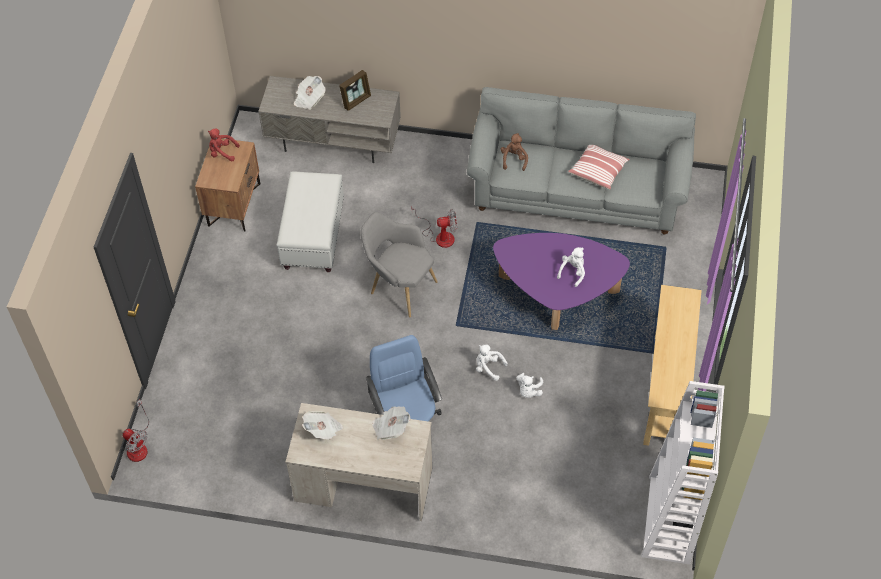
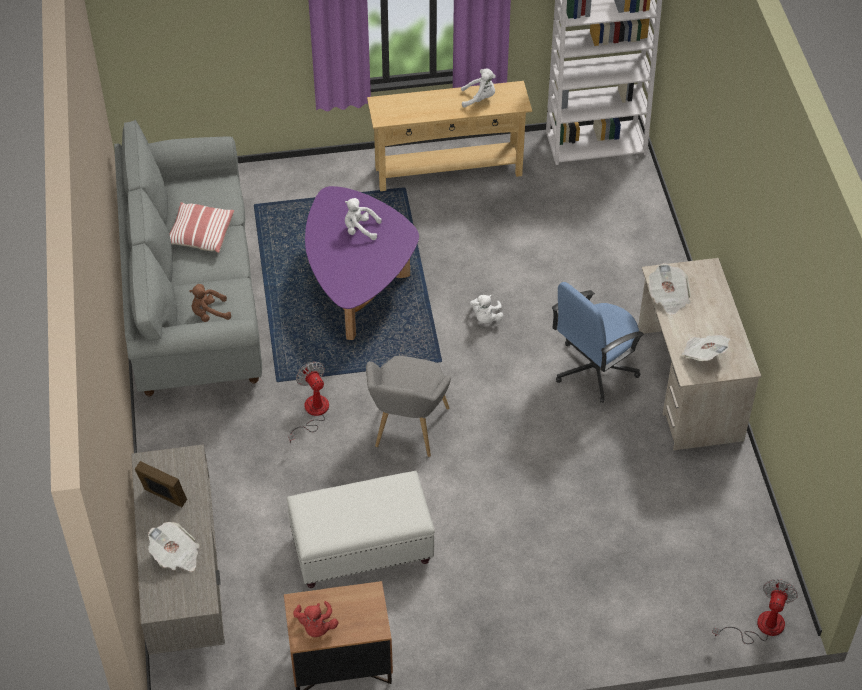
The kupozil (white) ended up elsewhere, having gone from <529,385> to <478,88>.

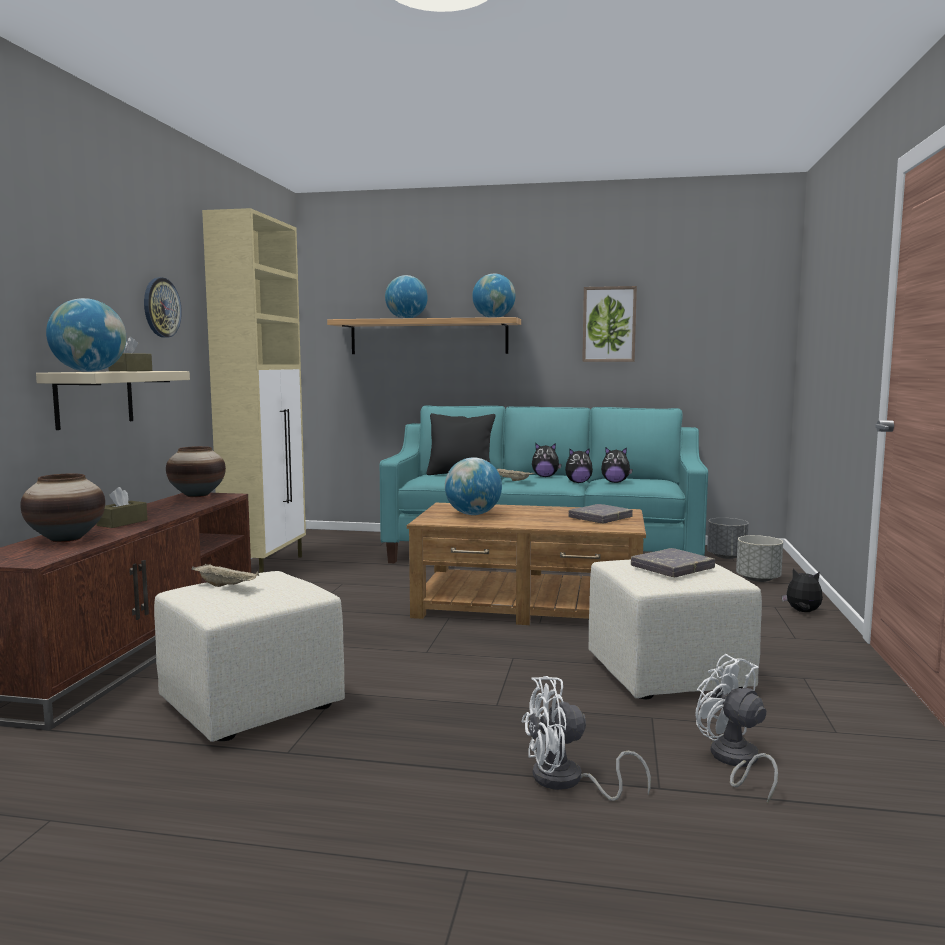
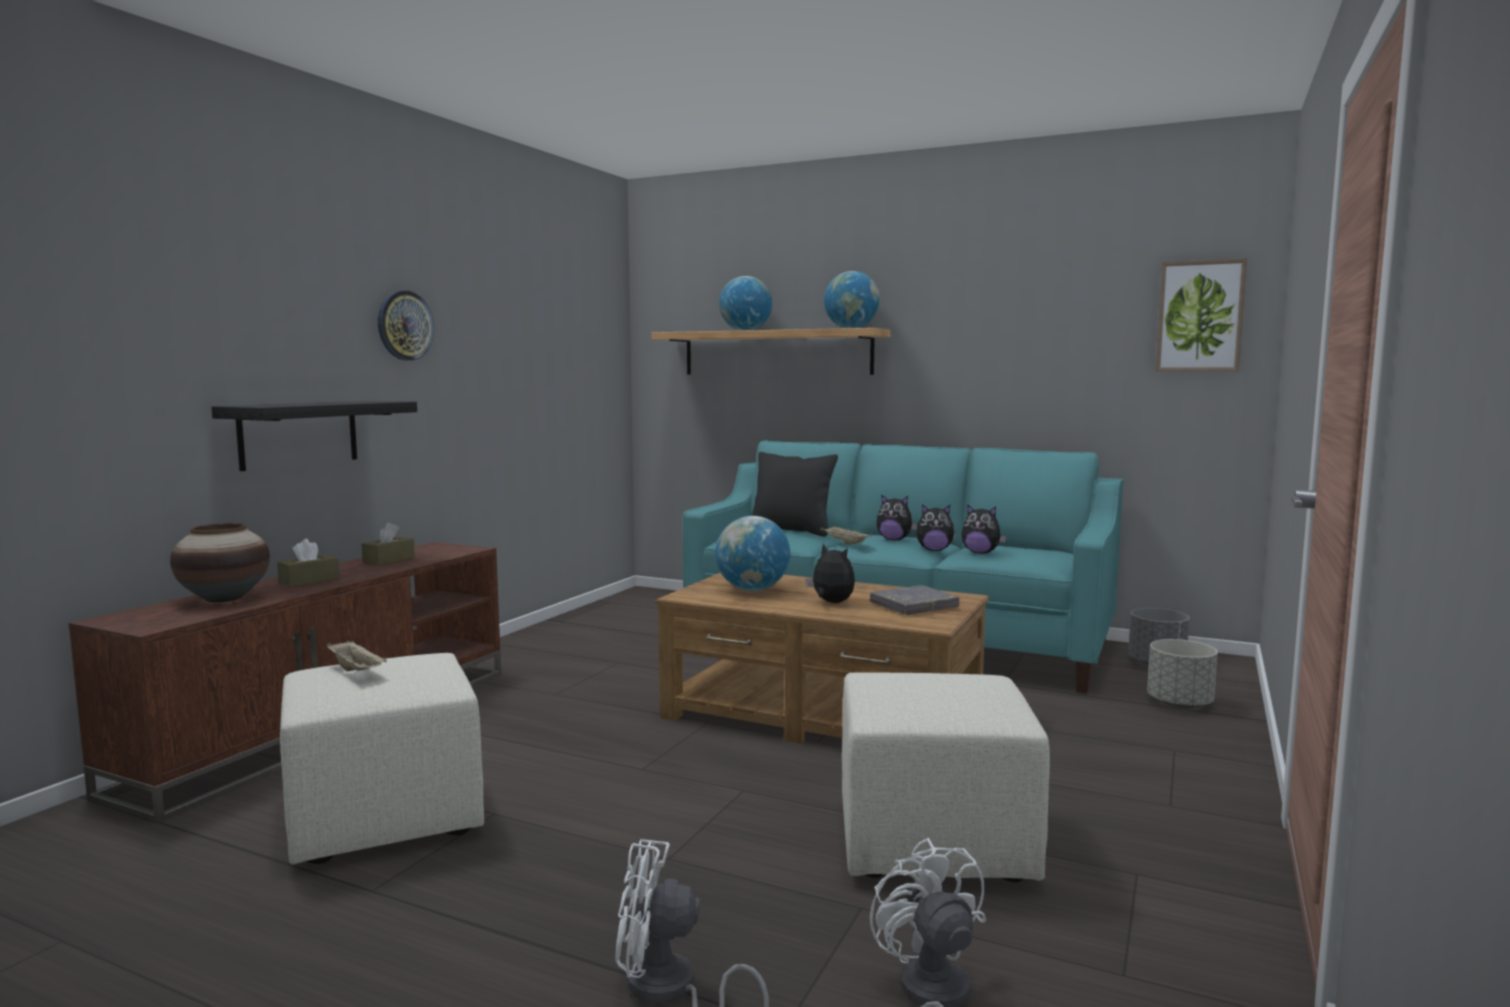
The second view lost the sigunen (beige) at <254,390>.
The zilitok ended up elsewhere, having gone from <609,324> to <1201,315>.
The second view lost the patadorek at <86,335>.
The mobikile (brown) ended up elsewhere, having gone from <130,354> to <388,543>.
What was the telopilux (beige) at <113,400> turned into the telopilux (black) at <314,436>.
The second view lost the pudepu at <196,471>.
The second view lost the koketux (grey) at <673,562>.
The kupozil ended up elsewhere, having gone from <802,590> to <830,573>.

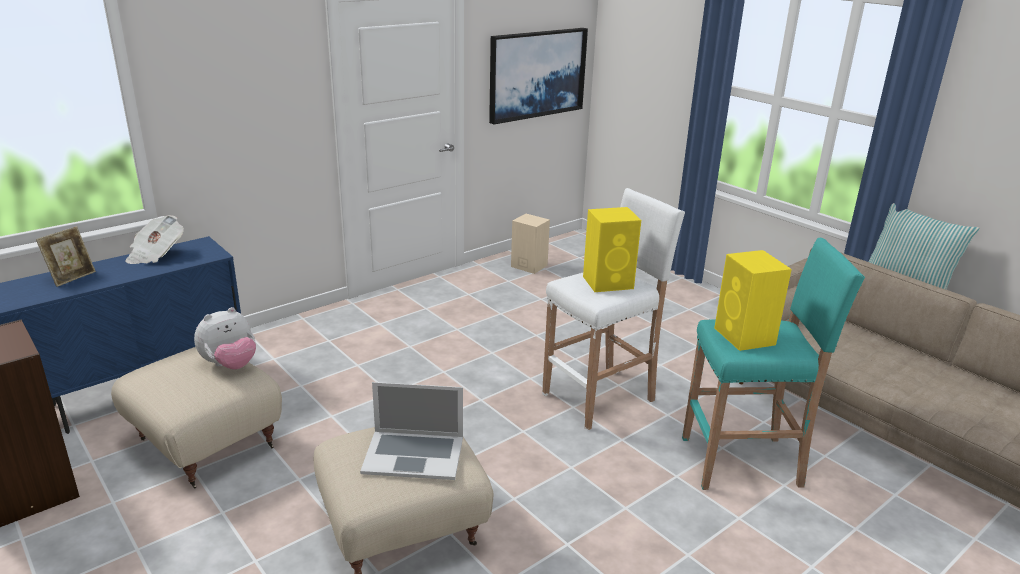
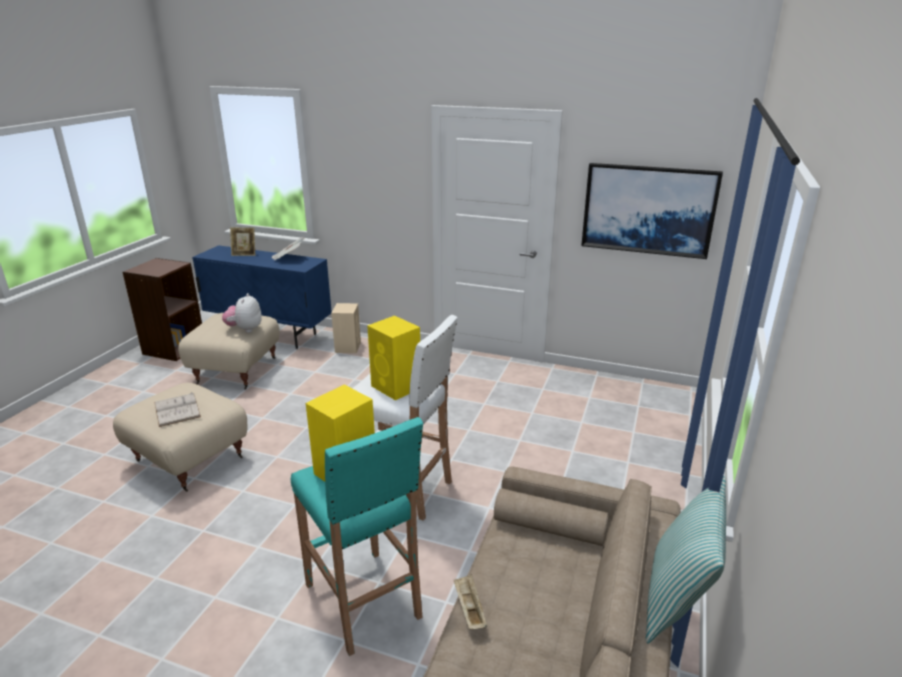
The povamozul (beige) ended up elsewhere, having gone from <530,244> to <346,328>.
The kupozil at <225,338> ended up facing another way, 75 degrees clockwise from before.
Where the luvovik stood at <411,431>, the koketux (white) came to stand at <178,409>.
The second view gained the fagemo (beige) at <470,601>.

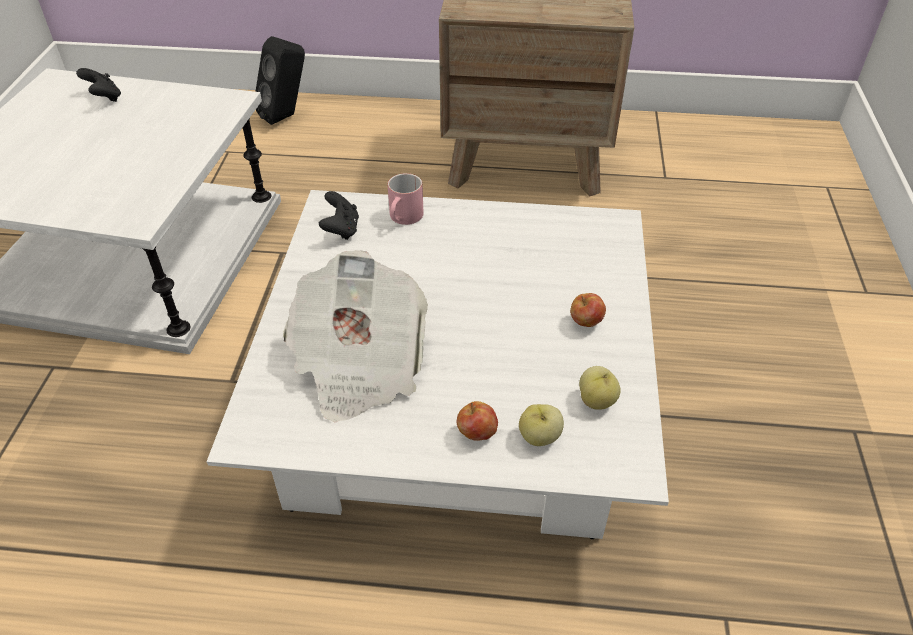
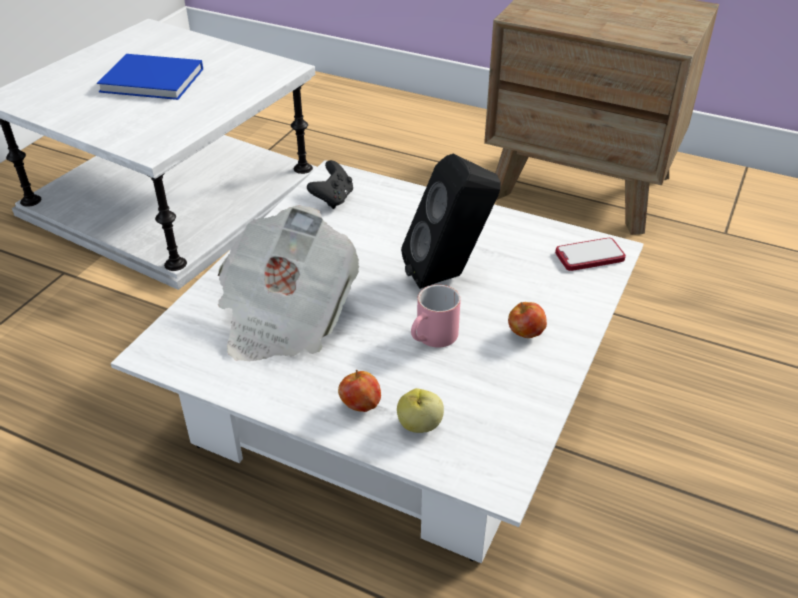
The povamozul (black) ended up elsewhere, having gone from <280,80> to <451,221>.
The second view lost the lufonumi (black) at <98,85>.
The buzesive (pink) ended up elsewhere, having gone from <406,199> to <436,316>.
The second view lost the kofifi at <600,388>.
The second view gained the koketux (blue) at <150,77>.
The second view gained the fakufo at <590,254>.

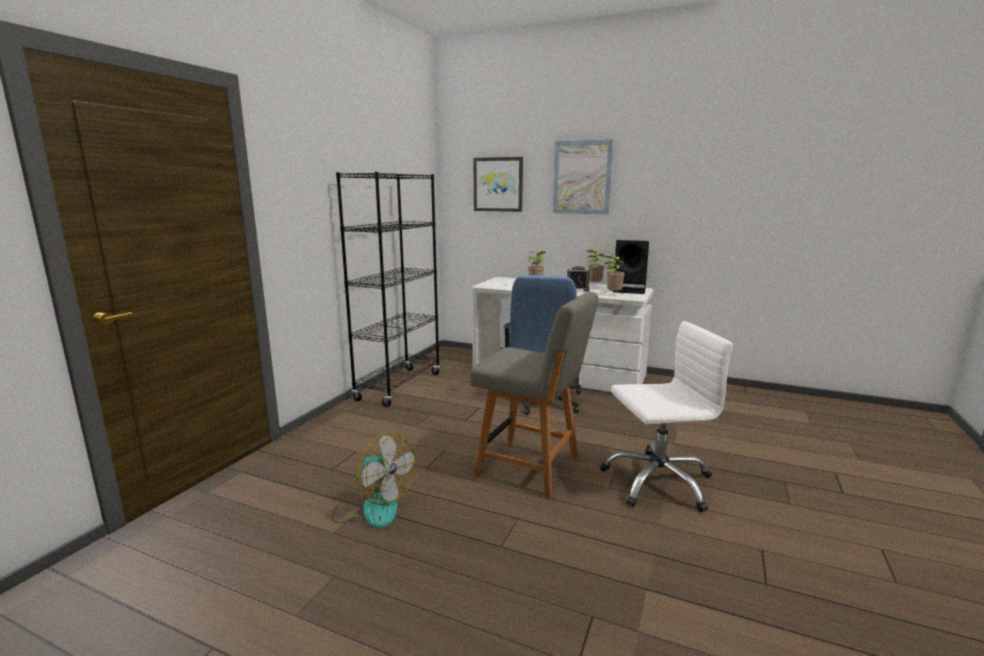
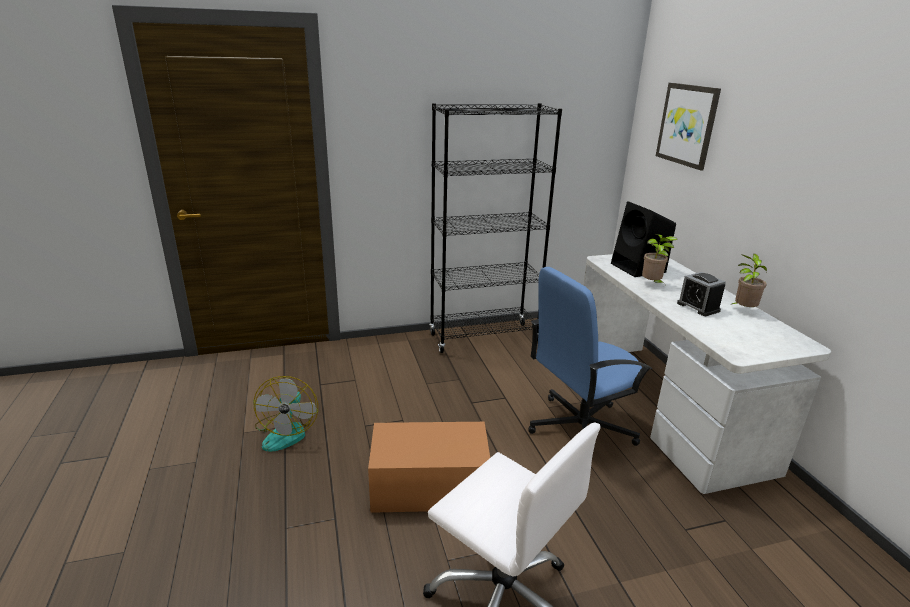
The second view lost the zilitok at <583,176>.
The povamozul (black) ended up elsewhere, having gone from <631,267> to <643,239>.
The second view lost the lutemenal at <614,273>.
Where the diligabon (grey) stood at <534,394>, the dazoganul came to stand at <429,467>.

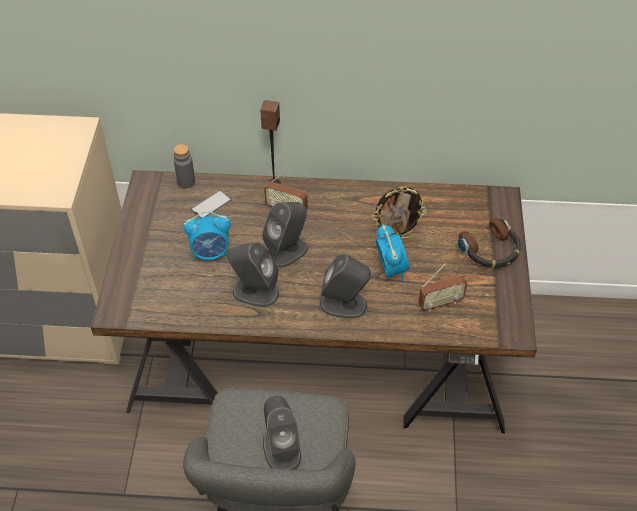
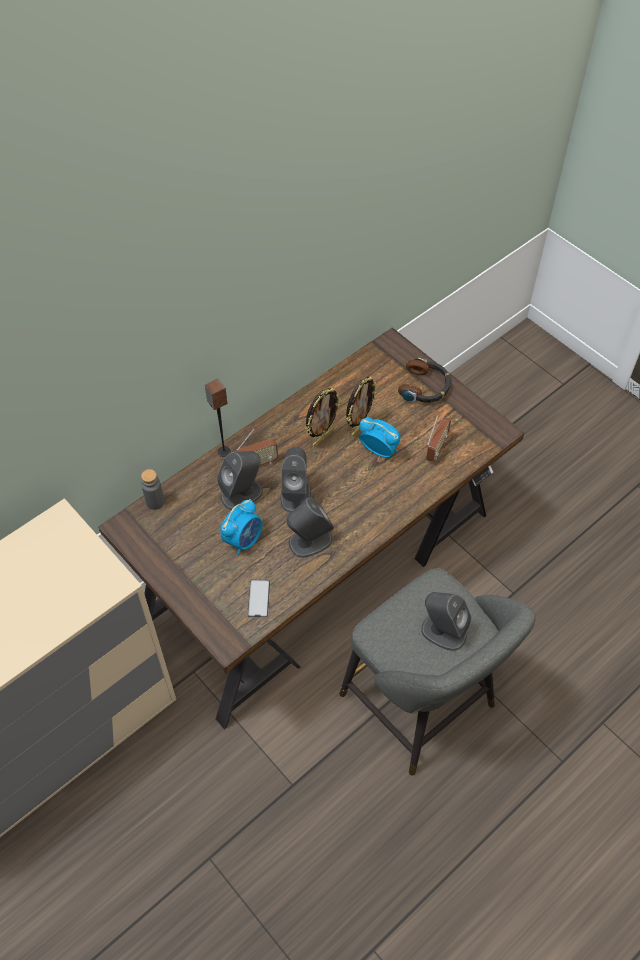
The fakufo ended up elsewhere, having gone from <211,204> to <258,598>.
The povamozul (grey) ended up elsewhere, having gone from <345,286> to <240,480>.
The second view gained the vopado at <323,418>.

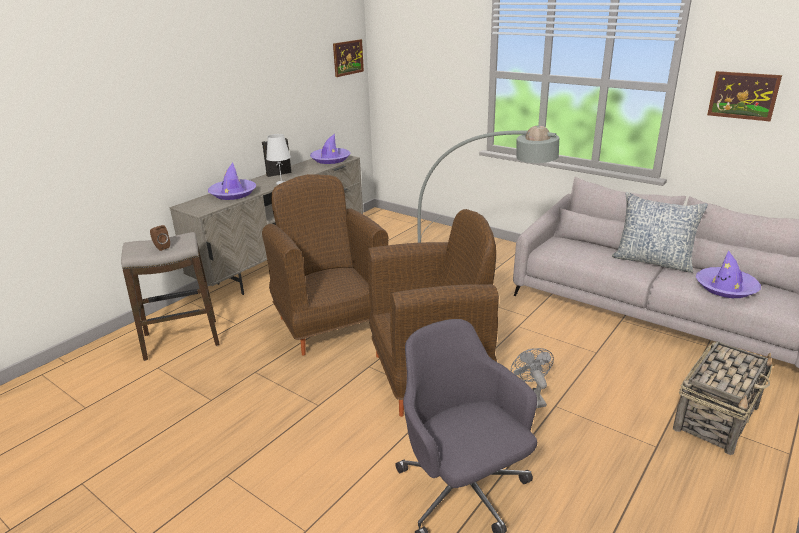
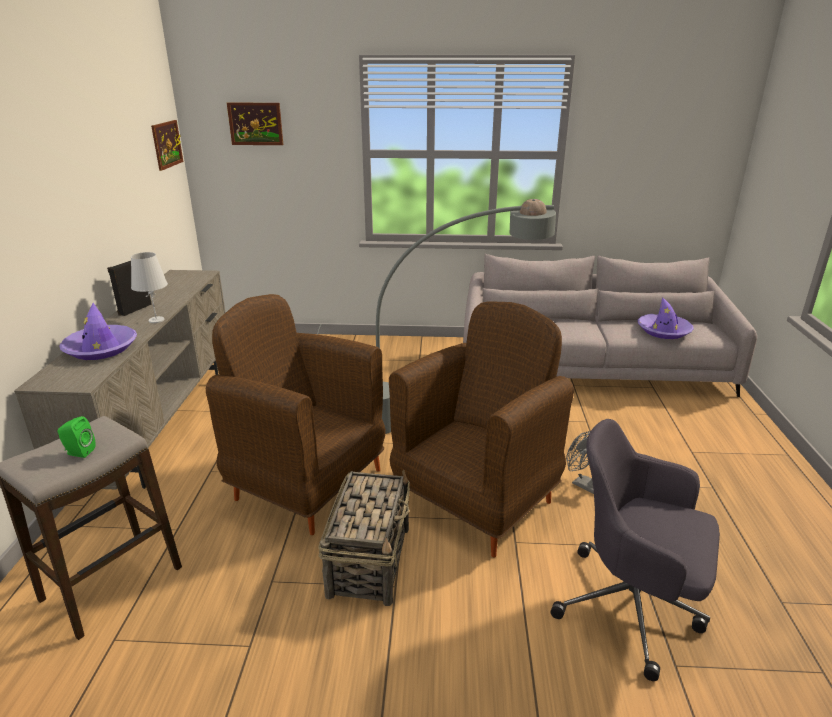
The zilitok ended up elsewhere, having gone from <744,96> to <255,124>.
The second view lost the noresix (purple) at <330,149>.
The second view lost the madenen at <660,232>.
What was the povamozul (brown) at <160,238> turned into the povamozul (green) at <77,437>.
The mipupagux ended up elsewhere, having gone from <722,398> to <364,538>.

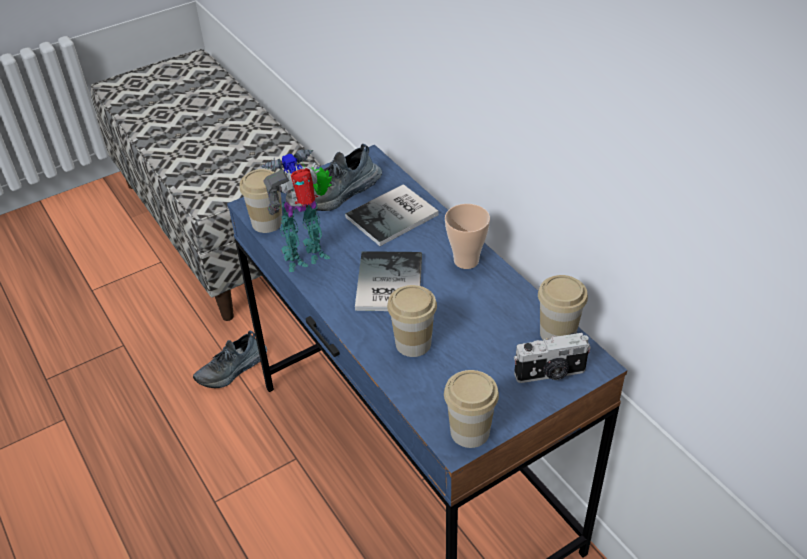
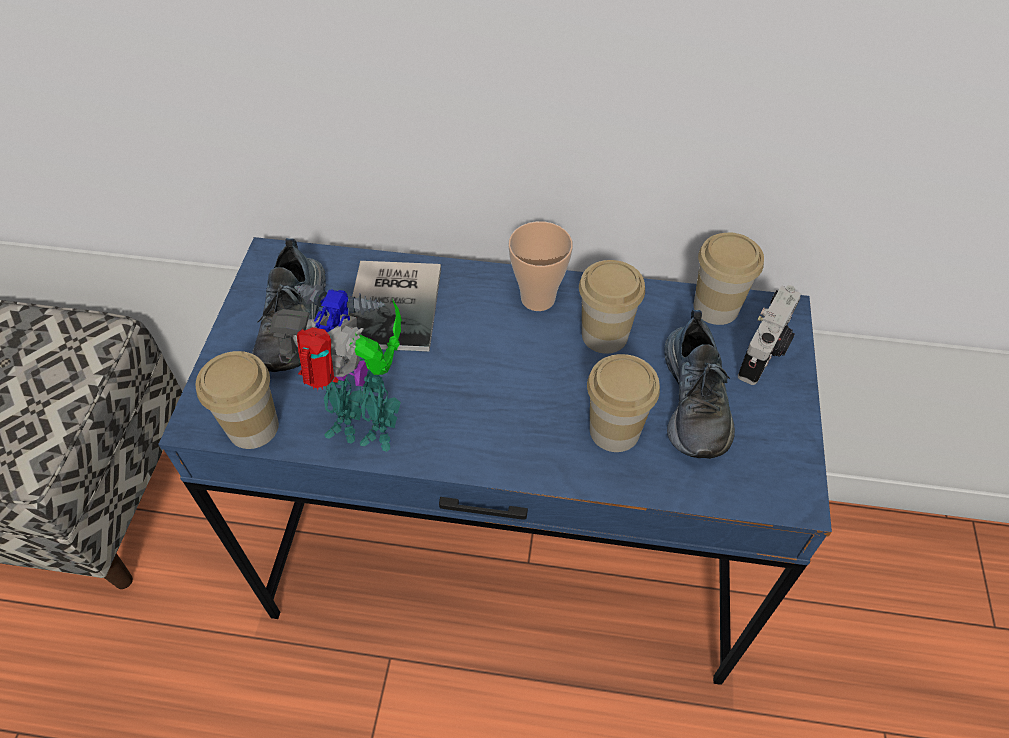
The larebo at <296,211> ended up facing another way, 90 degrees clockwise from before.
The second view lost the koketux at <388,281>.
The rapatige ended up elsewhere, having gone from <230,359> to <699,384>.
The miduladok ended up elsewhere, having gone from <471,409> to <612,307>.

